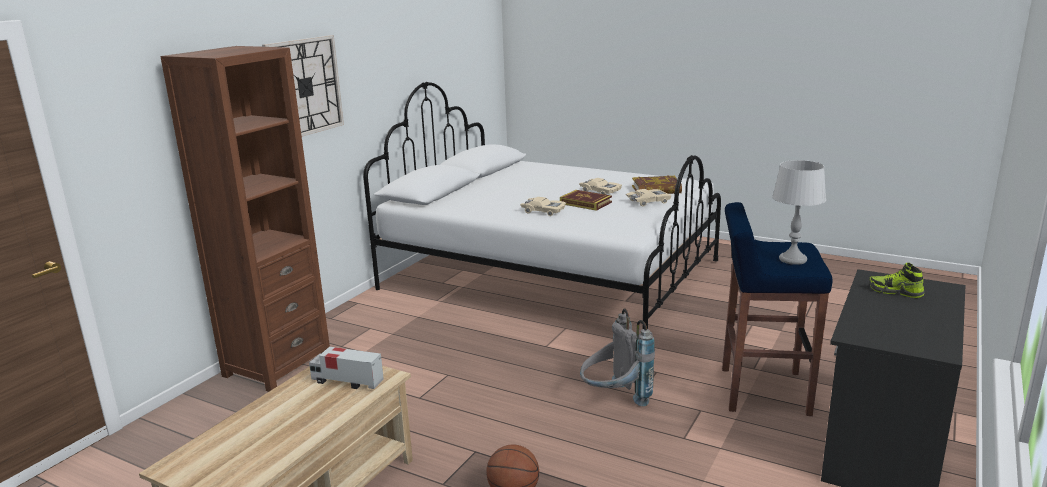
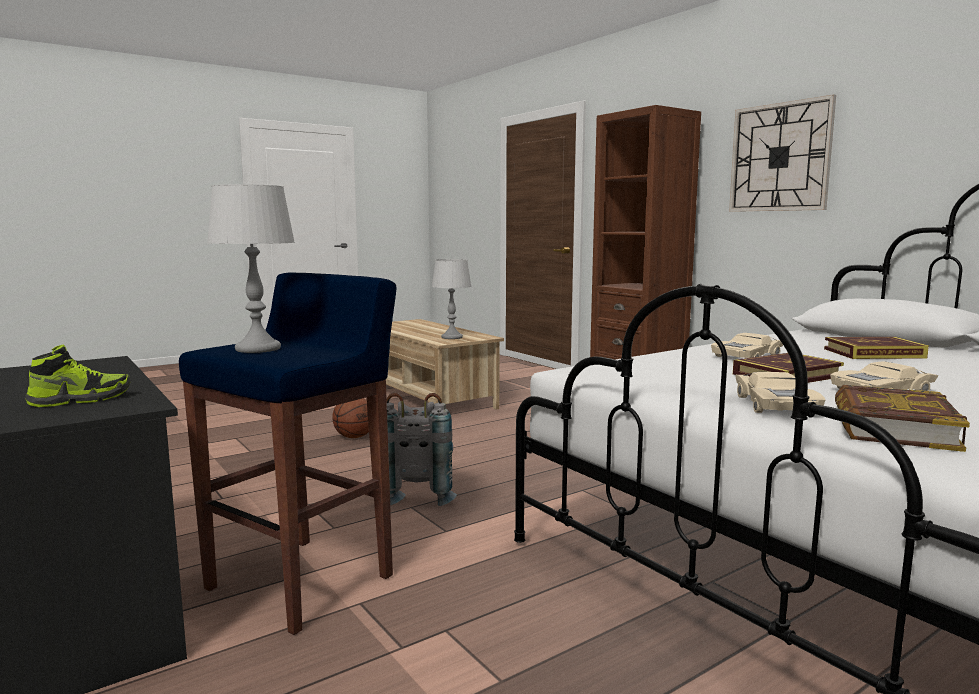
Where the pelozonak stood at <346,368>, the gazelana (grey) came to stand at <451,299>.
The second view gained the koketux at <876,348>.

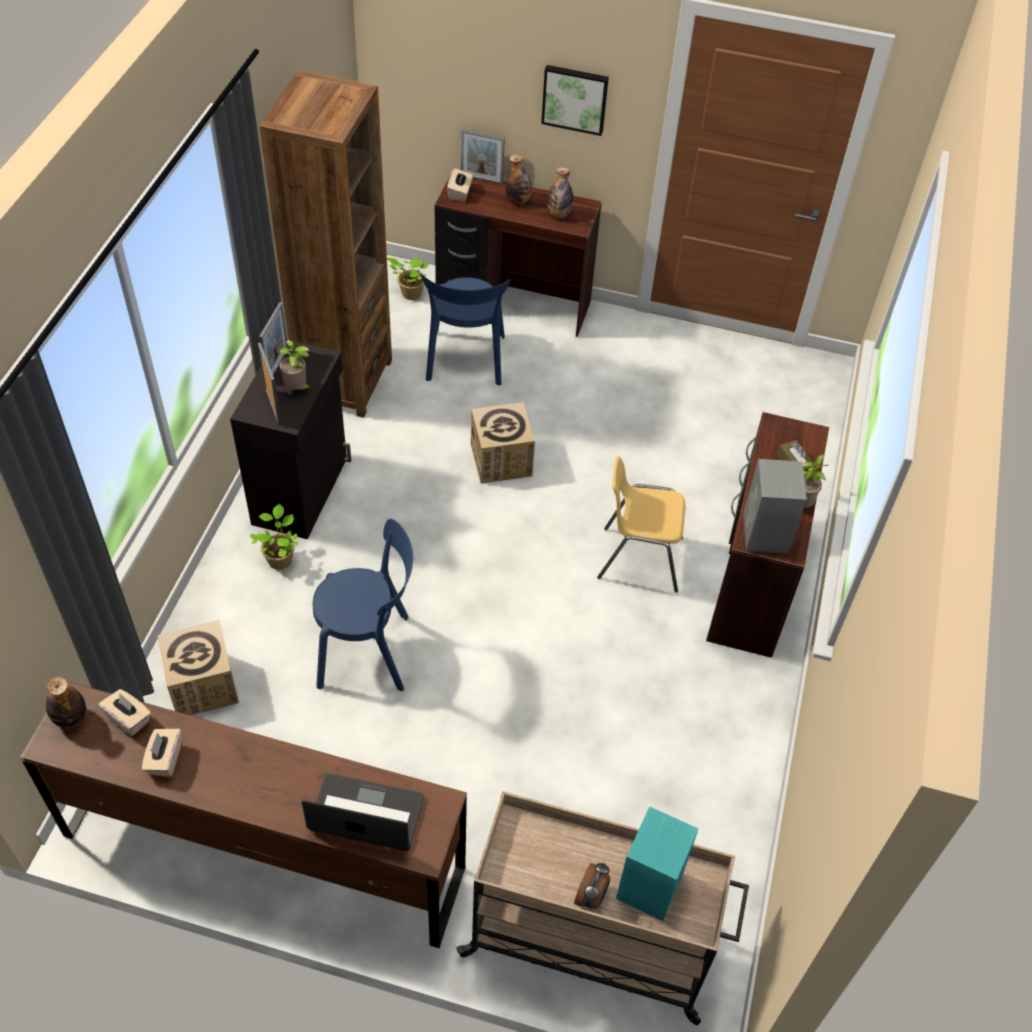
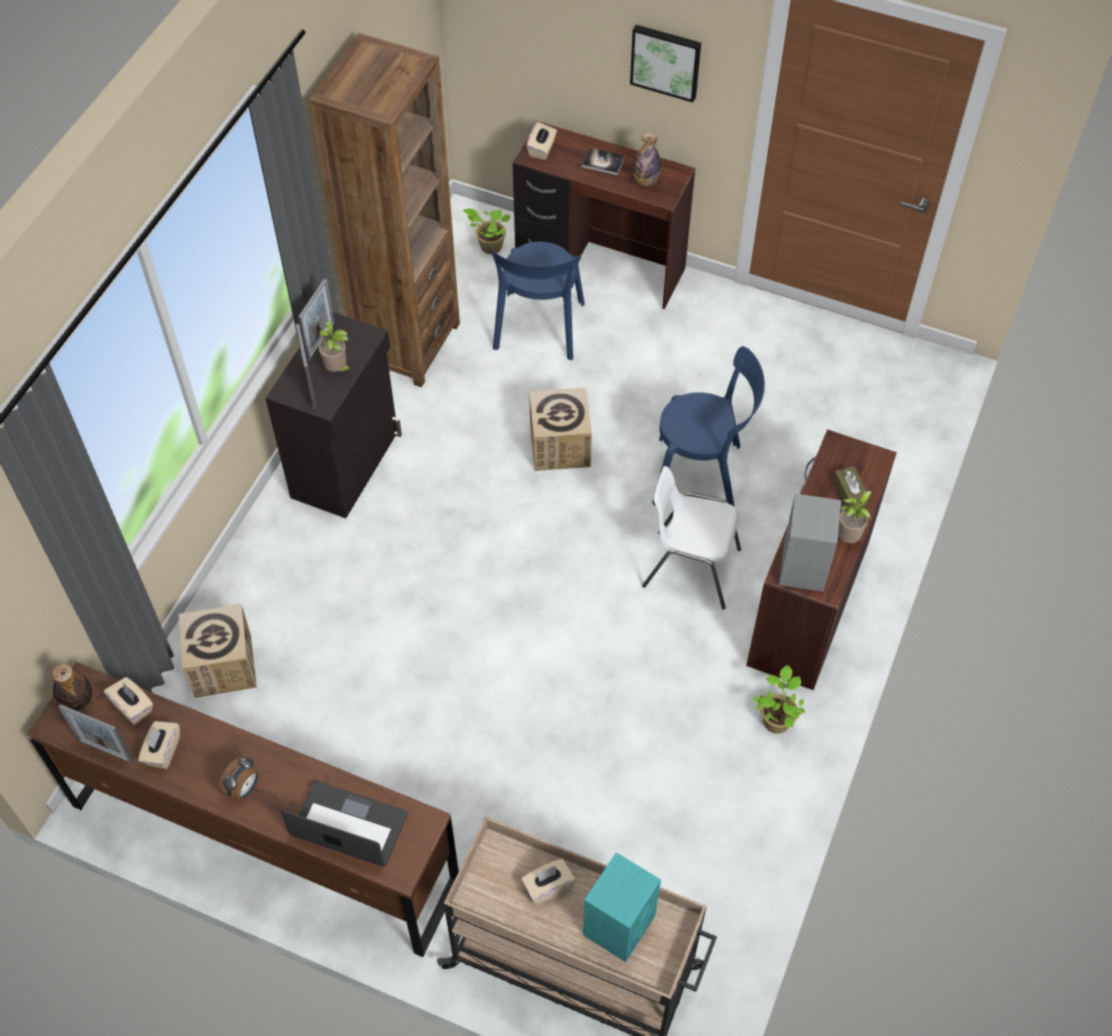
The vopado ended up elsewhere, having gone from <482,156> to <96,734>.
Where the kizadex stood at <518,179>, the koketux came to stand at <603,161>.
What was the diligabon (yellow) at <641,525> turned into the diligabon (white) at <691,538>.
The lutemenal ended up elsewhere, having gone from <274,537> to <779,699>.
The diligabon (blue) ended up elsewhere, having gone from <363,605> to <708,426>.
The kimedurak ended up elsewhere, having gone from <592,886> to <238,778>.
The second view gained the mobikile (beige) at <548,882>.

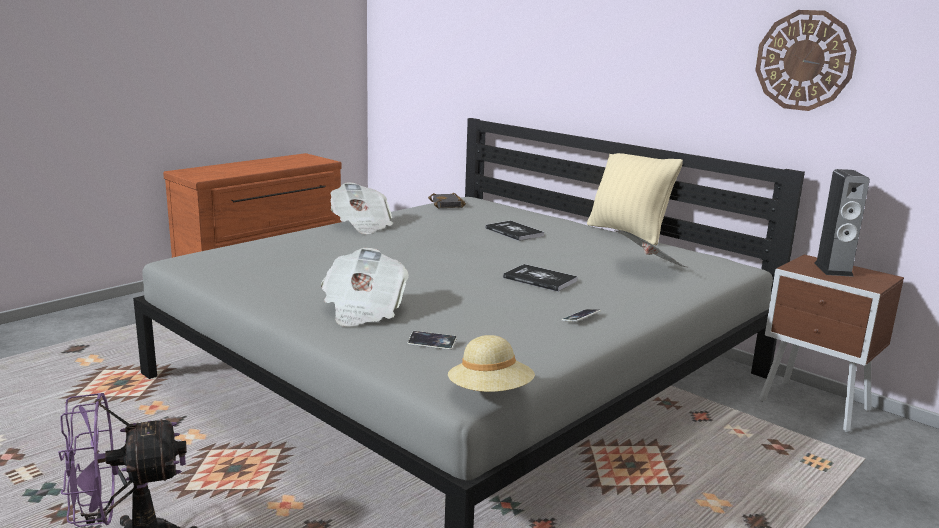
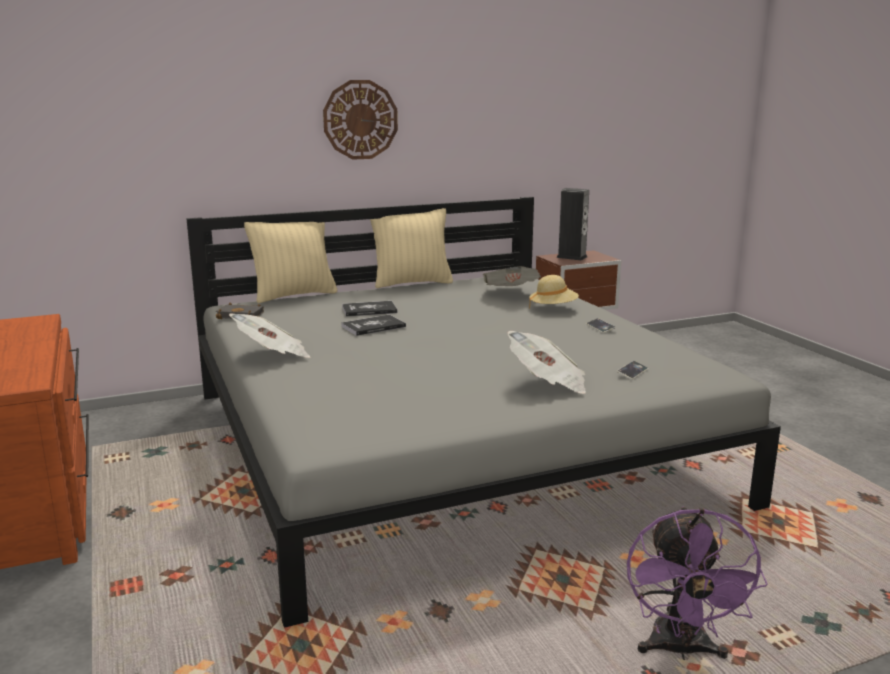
The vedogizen ended up elsewhere, having gone from <806,60> to <360,120>.
The koketux ended up elsewhere, having gone from <540,278> to <373,325>.
The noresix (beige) ended up elsewhere, having gone from <491,363> to <554,292>.
The second view gained the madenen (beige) at <291,262>.

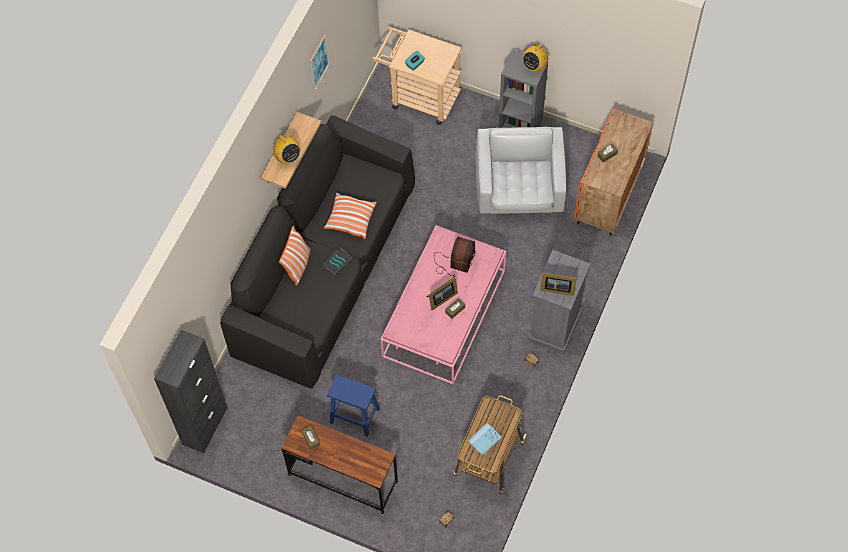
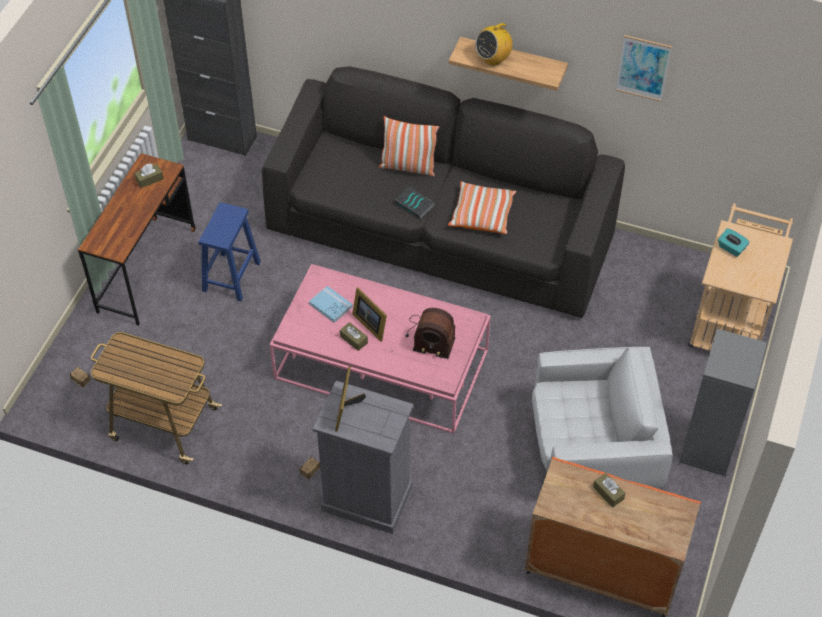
The second view lost the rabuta at <535,57>.
The koketux (blue) ended up elsewhere, having gone from <485,439> to <331,304>.

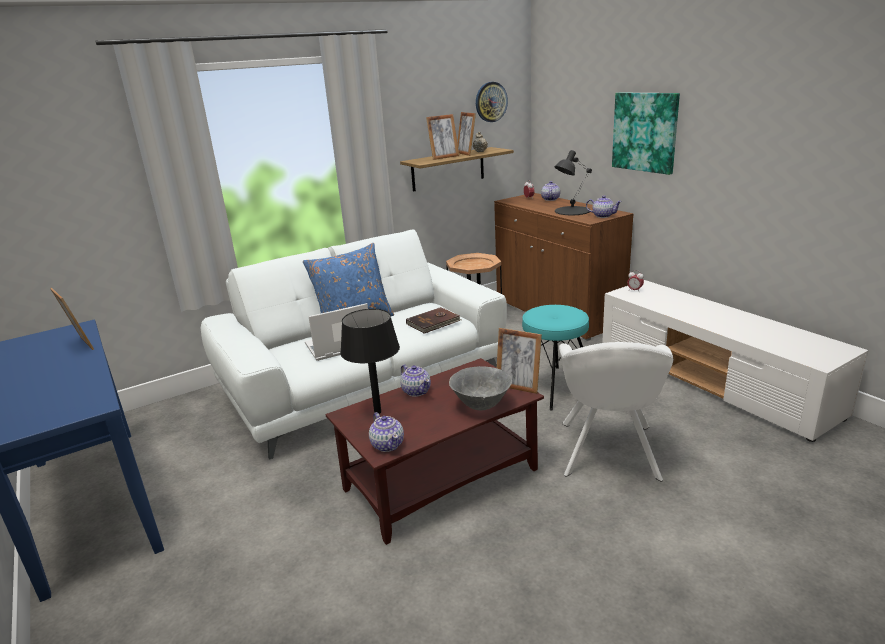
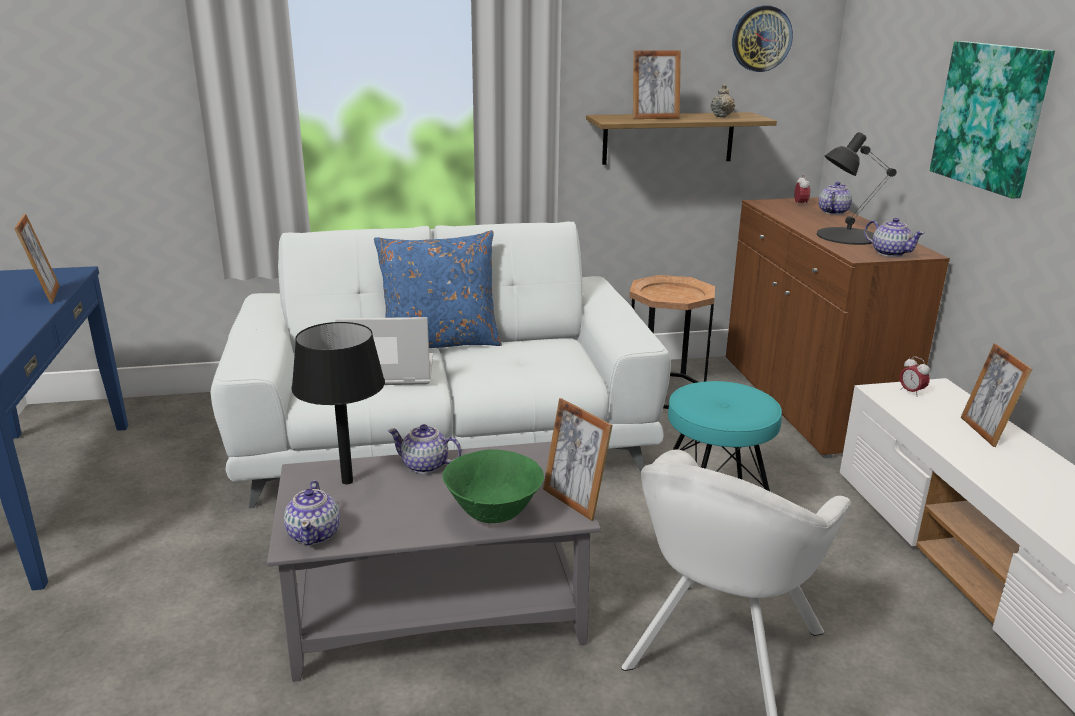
The vopado ended up elsewhere, having gone from <466,134> to <996,395>.
The second view lost the koketux (brown) at <434,320>.
What was the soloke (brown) at <435,451> turned into the soloke (grey) at <434,562>.
The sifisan at <416,380> ended up facing another way, 120 degrees clockwise from before.
What was the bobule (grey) at <480,388> turned into the bobule (green) at <493,486>.

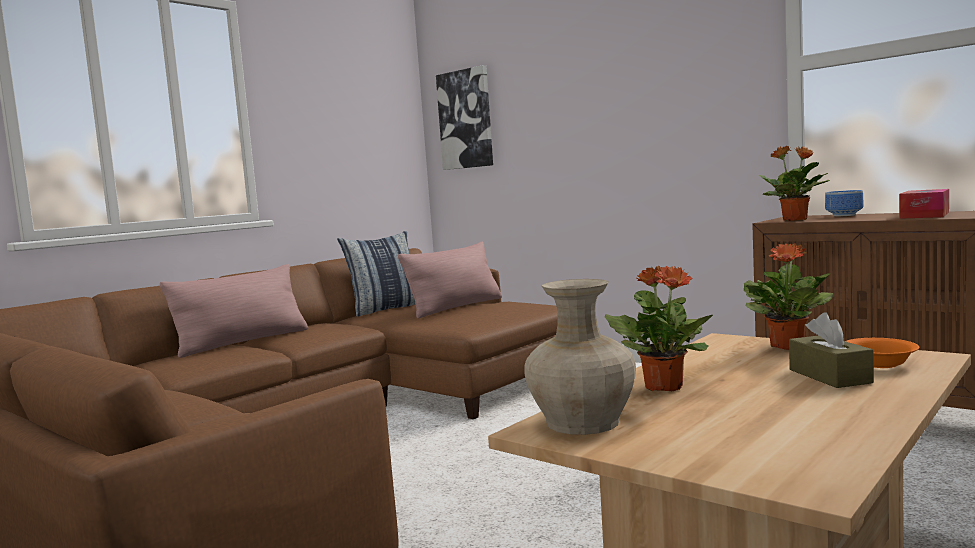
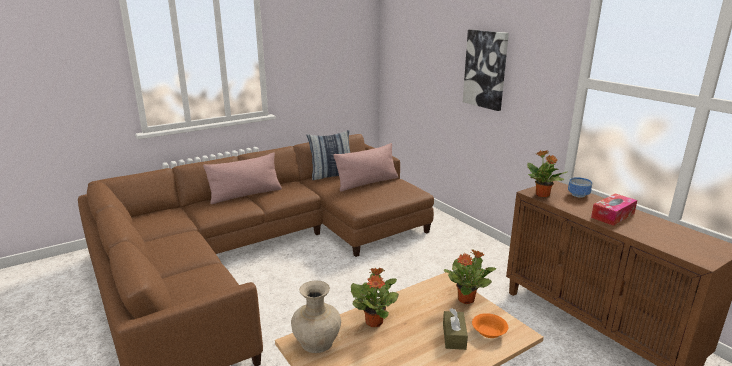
The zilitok ended up elsewhere, having gone from <464,117> to <486,70>.

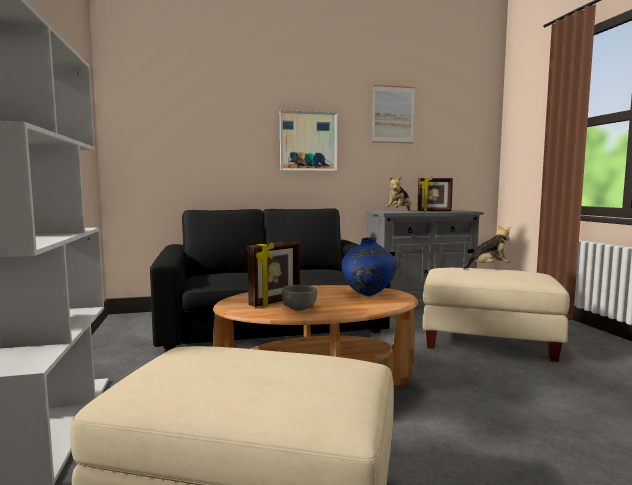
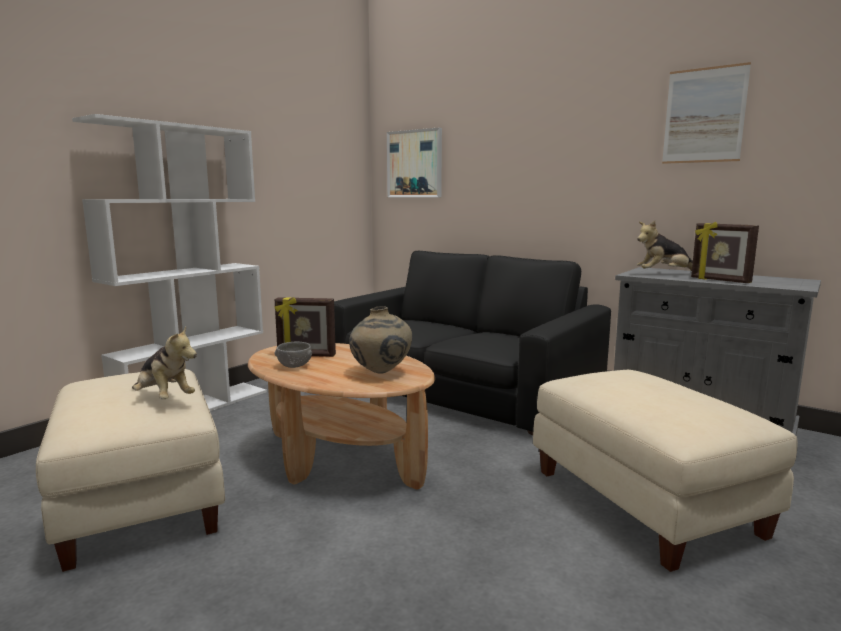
The zilitok ended up elsewhere, having gone from <308,140> to <414,162>.
The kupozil ended up elsewhere, having gone from <487,247> to <164,363>.
What was the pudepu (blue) at <369,267> turned into the pudepu (beige) at <380,340>.

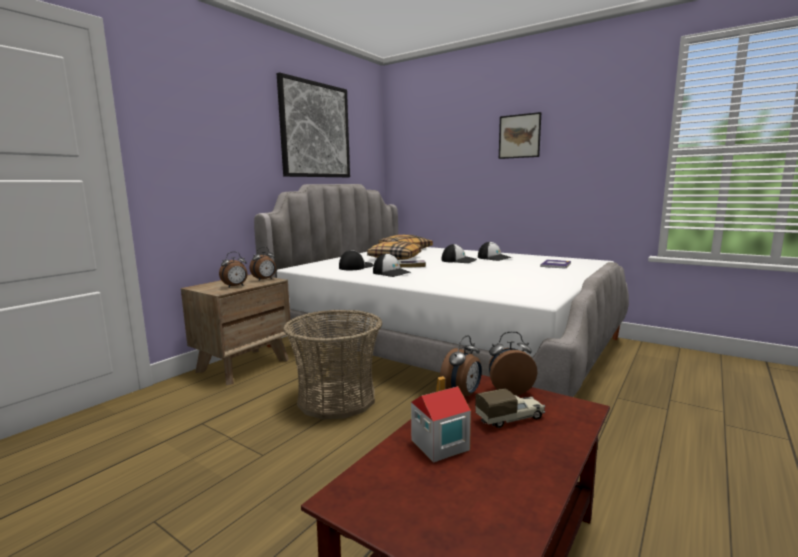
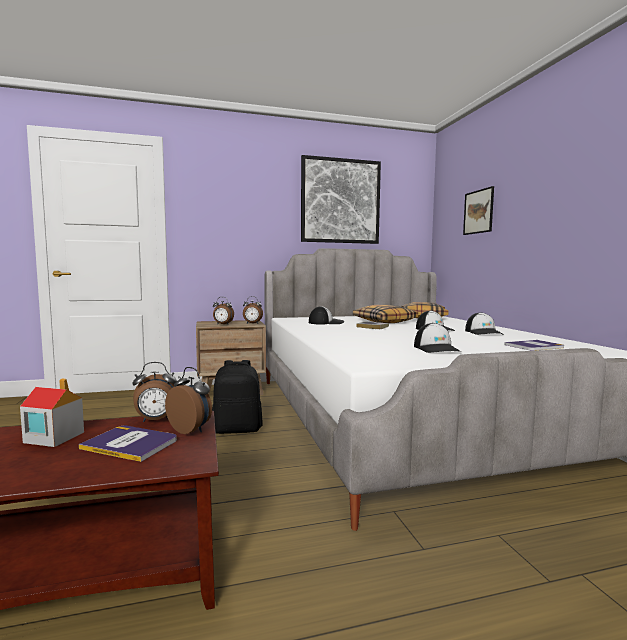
The zilitok ended up elsewhere, having gone from <520,135> to <478,210>.
The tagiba ended up elsewhere, having gone from <392,265> to <437,338>.
Where the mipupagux stood at <332,364>, the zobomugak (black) came to stand at <237,397>.
Where the pelozonak stood at <510,408>, the koketux came to stand at <128,444>.

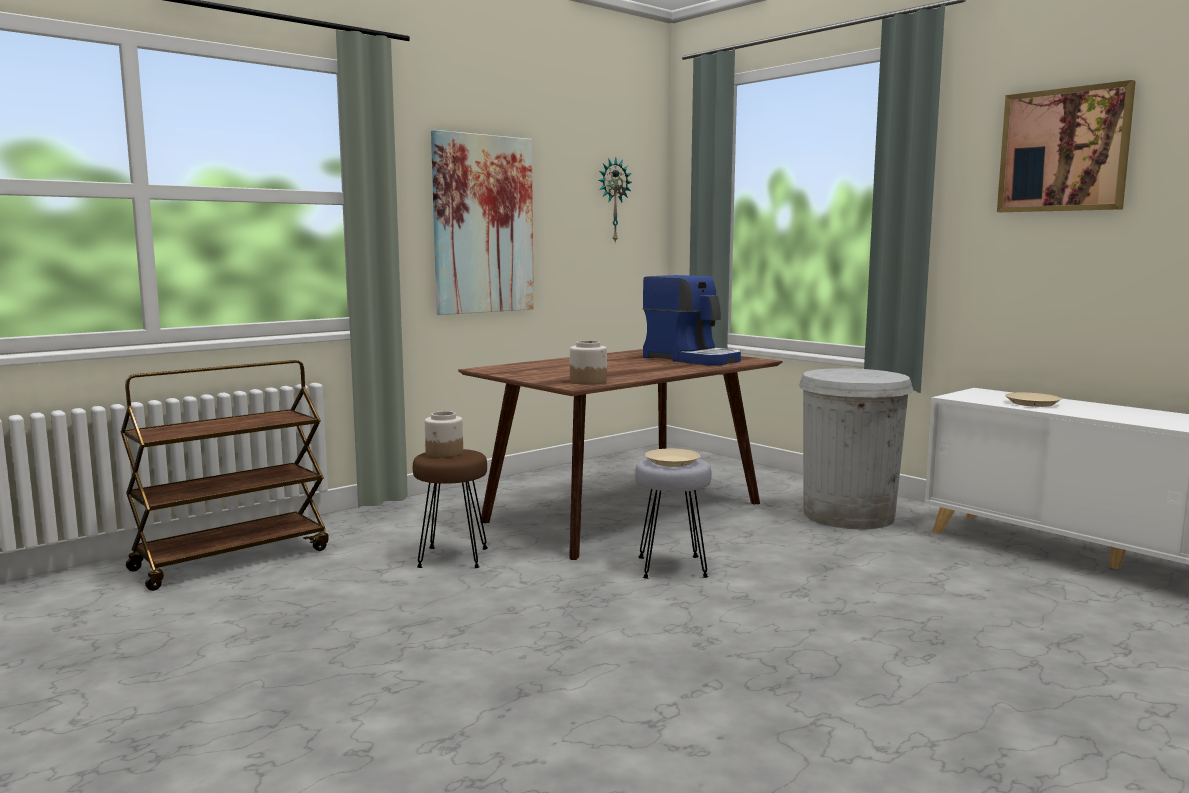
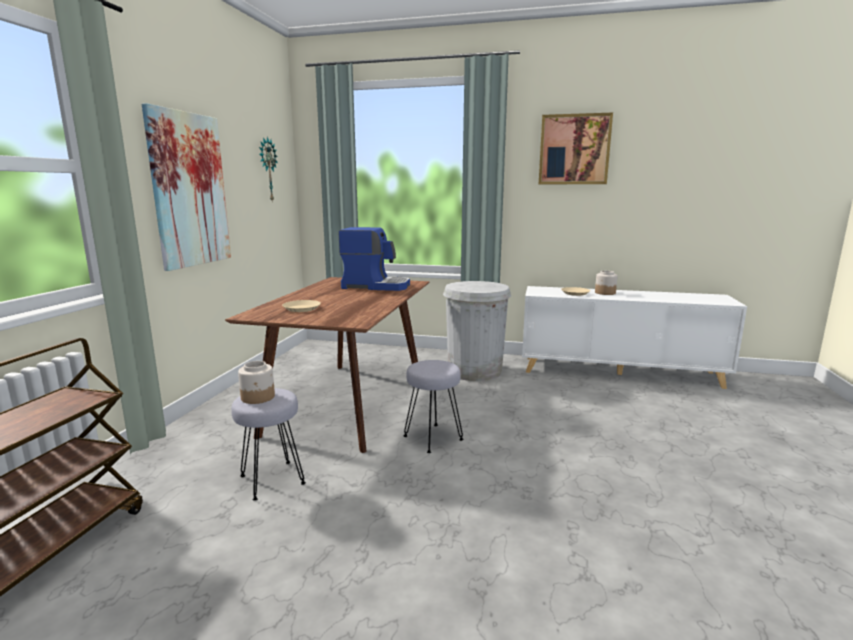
The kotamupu ended up elsewhere, having gone from <588,363> to <606,283>.
What was the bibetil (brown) at <450,508> turned into the bibetil (grey) at <268,444>.
The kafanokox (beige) ended up elsewhere, having gone from <672,458> to <301,306>.

